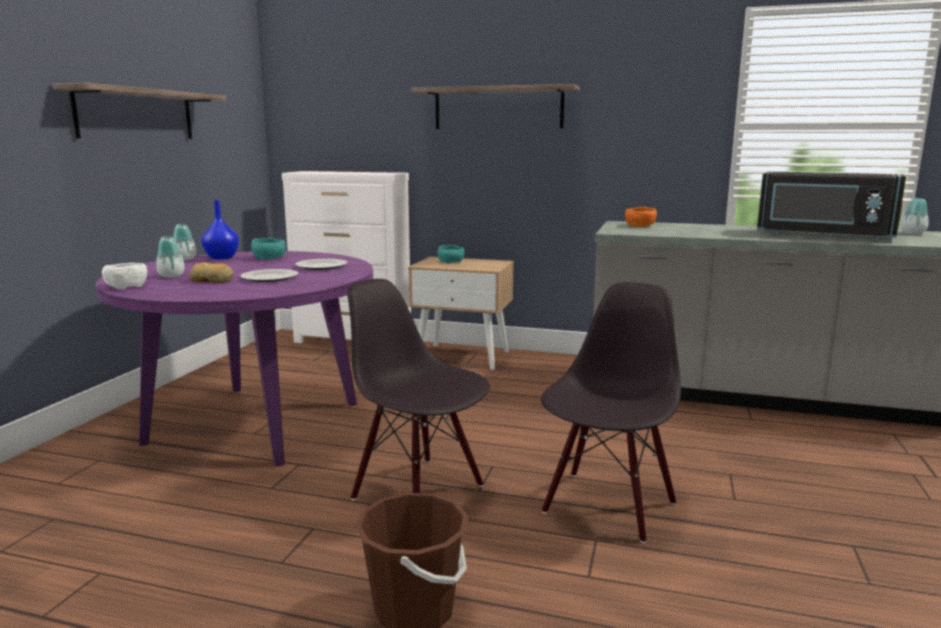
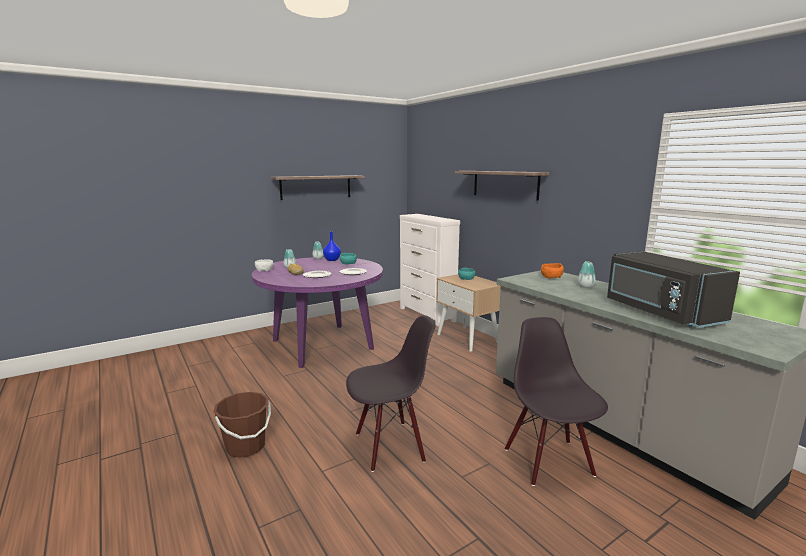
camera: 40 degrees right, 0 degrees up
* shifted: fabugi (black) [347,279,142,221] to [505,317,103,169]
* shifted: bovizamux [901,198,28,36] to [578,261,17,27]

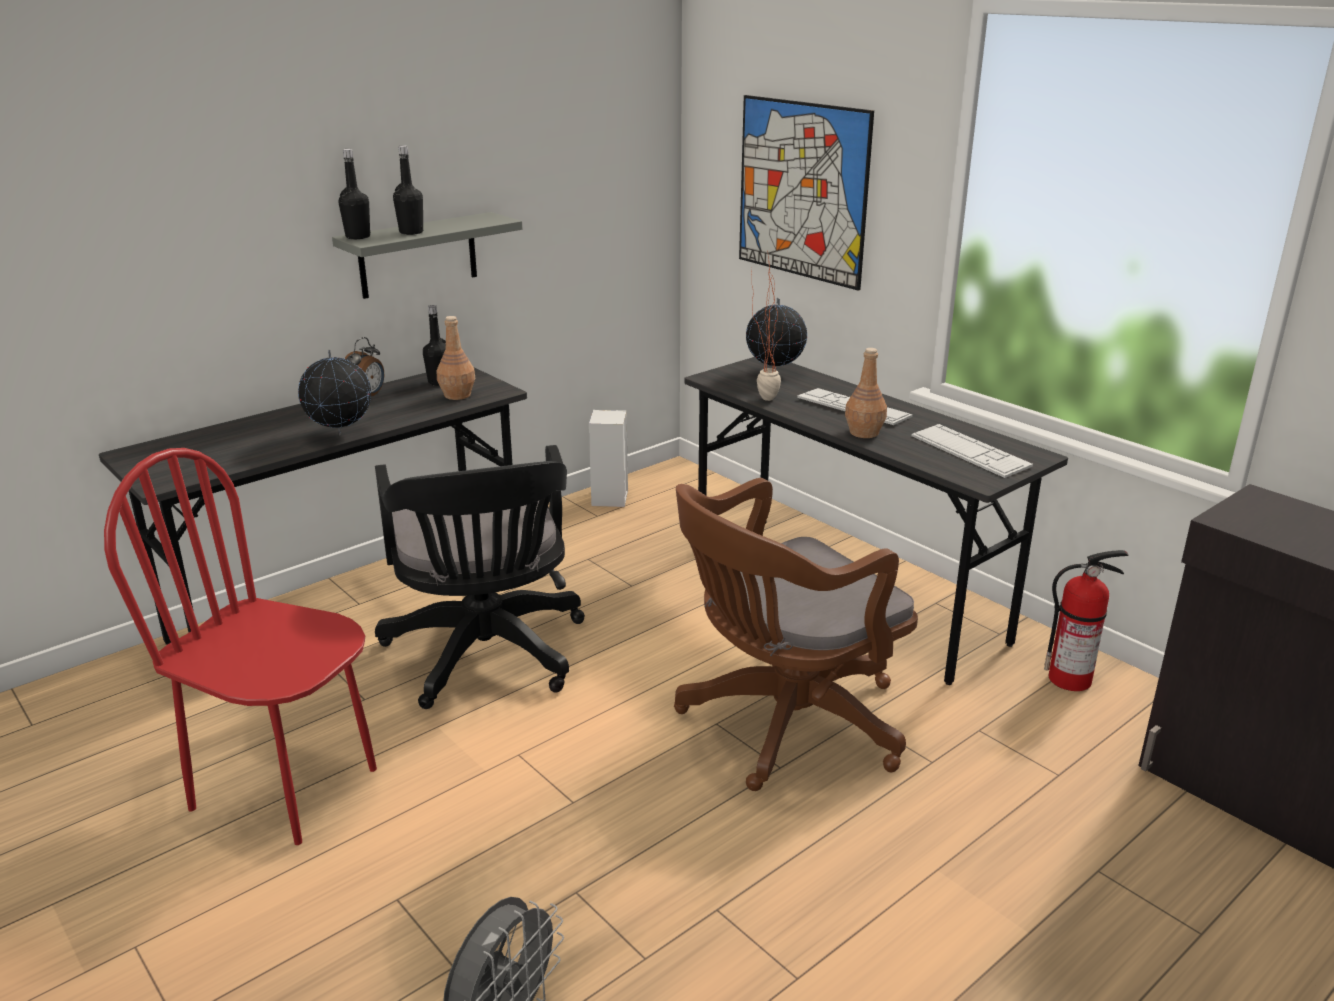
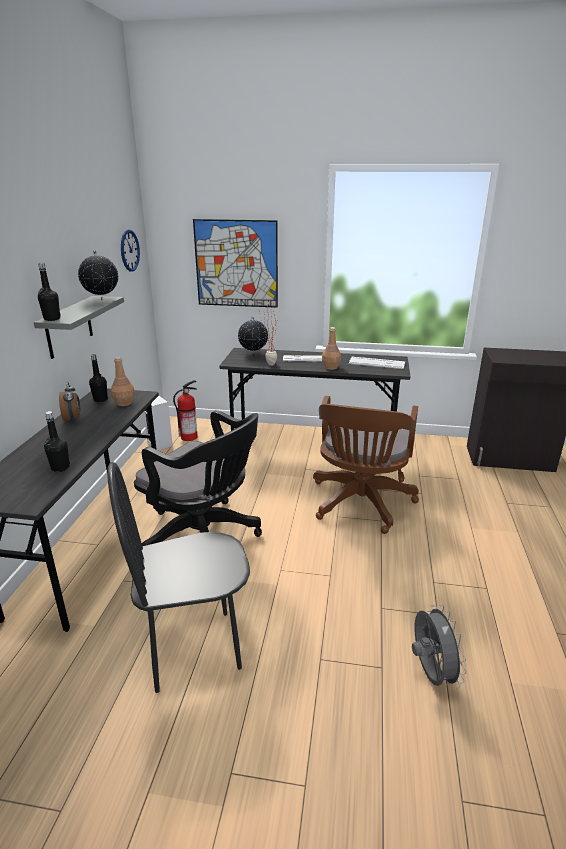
camera: 40 degrees left, 0 degrees up
* new: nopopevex [121,229,19,42]
* shifted: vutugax [298,350,73,85] to [78,251,40,49]
* shifted: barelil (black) [393,145,30,90] to [44,411,26,61]
* shifted: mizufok [1044,550,85,141] to [173,380,25,61]
* repainted: fabugi (red) [104,448,273,397] to fabugi (black) [107,462,143,231]

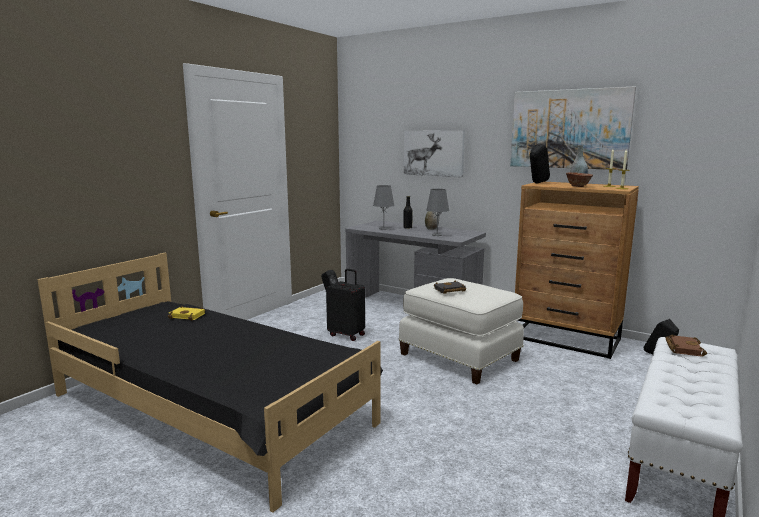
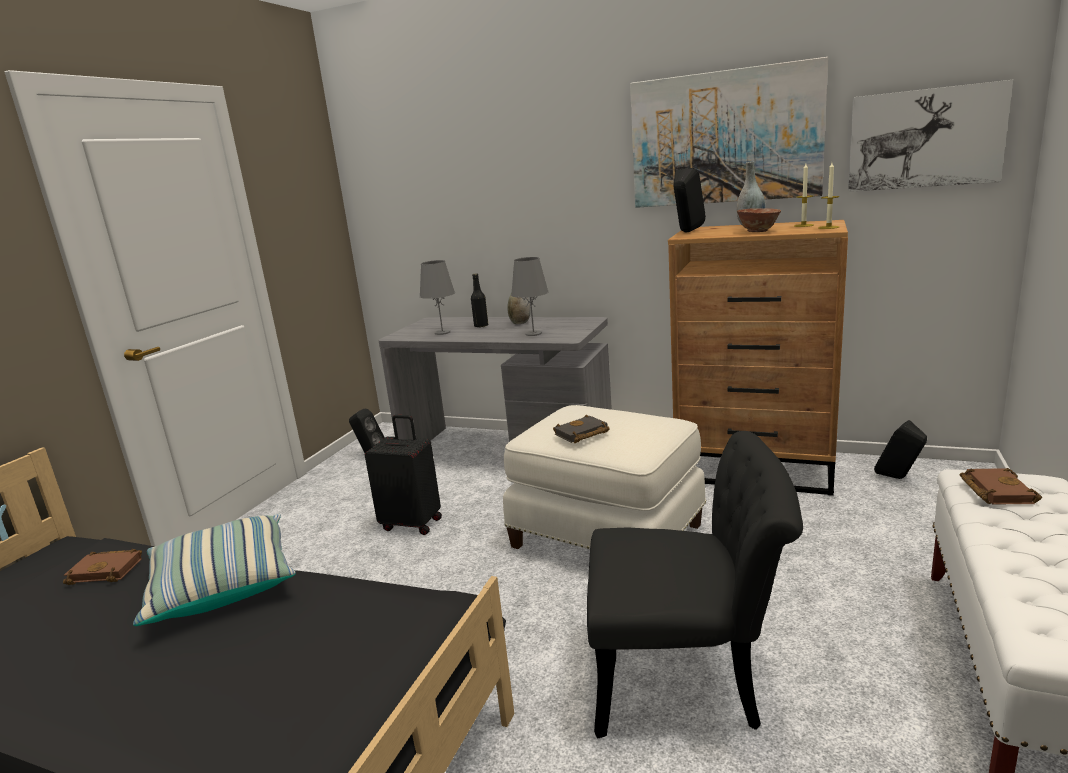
camera: 10 degrees left, 5 degrees up
* new: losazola [133,514,163,112]
* new: fabugi (black) [587,431,216,308]
* shifted: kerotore [404,130,61,47] to [848,80,165,112]
* repainted: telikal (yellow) [168,306,37,14] to telikal (brown) [63,549,79,36]

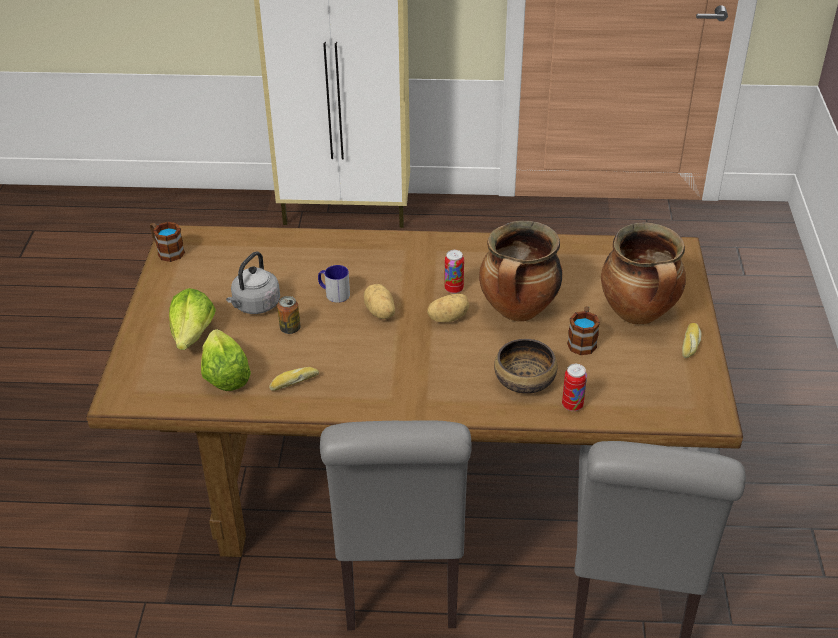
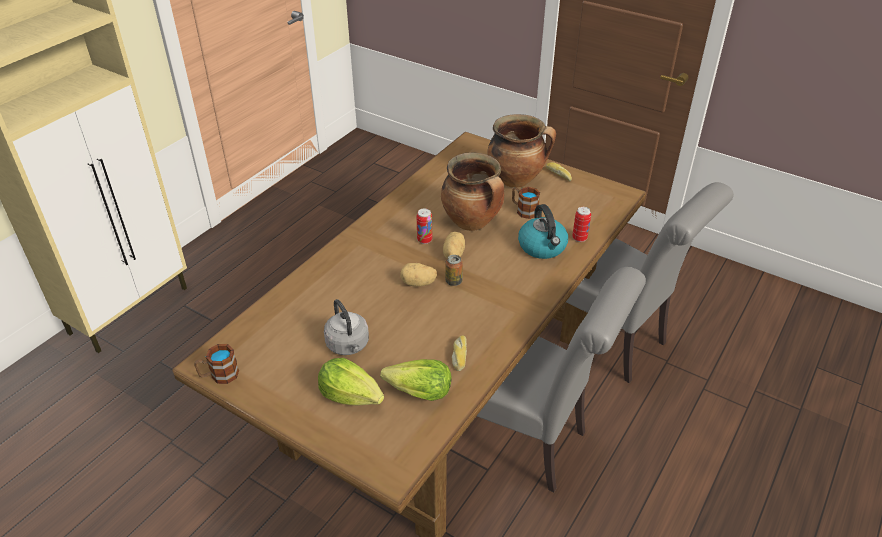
camera: 60 degrees left, 0 degrees up
* gone: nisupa [318,265,32,38]
* shifted: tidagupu [277,296,24,38] to [446,255,17,31]
* swapped: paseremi [494,339,63,55] to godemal [518,204,50,55]

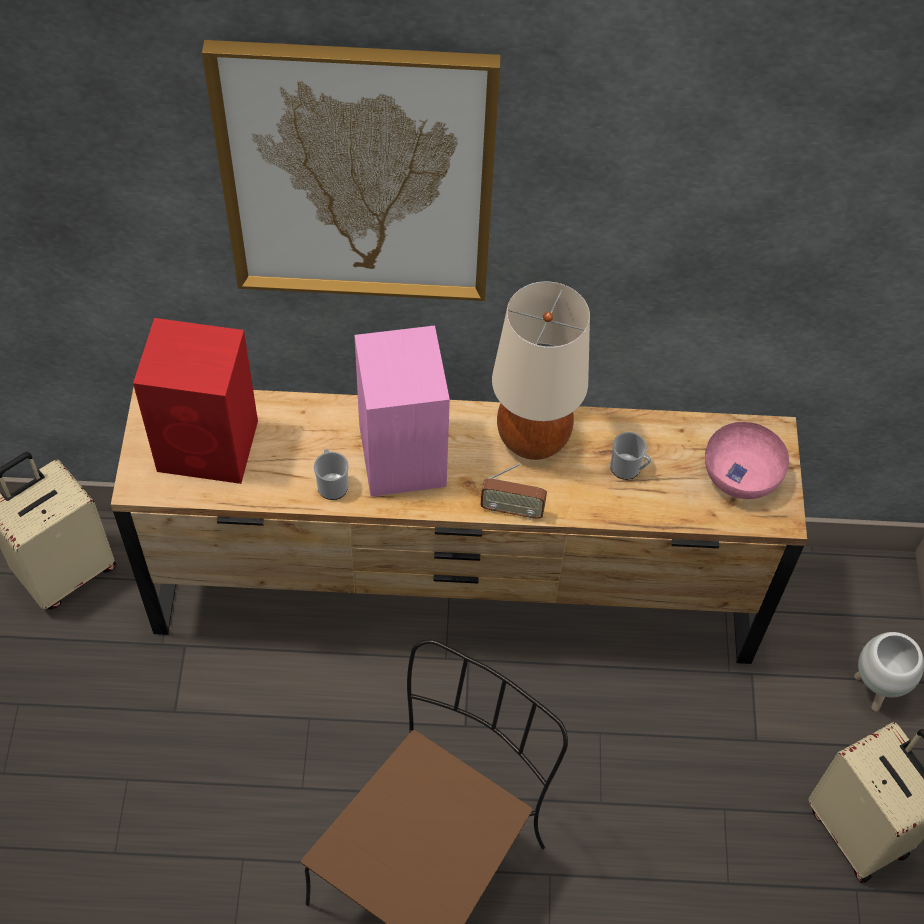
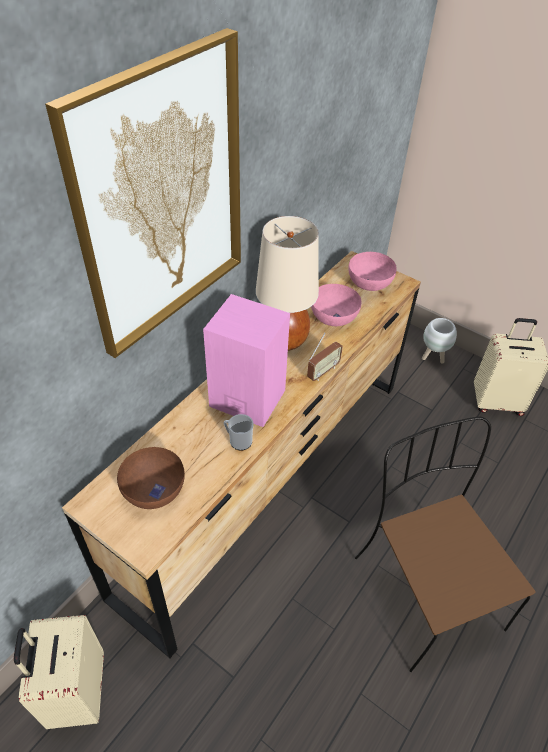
camera: 55 degrees left, 10 degrees down
* swapped: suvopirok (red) [133,318,125,166] to paseremi (brown) [117,447,68,62]
* swapped: nisupa [610,432,41,48] to paseremi (pink) [311,284,50,42]

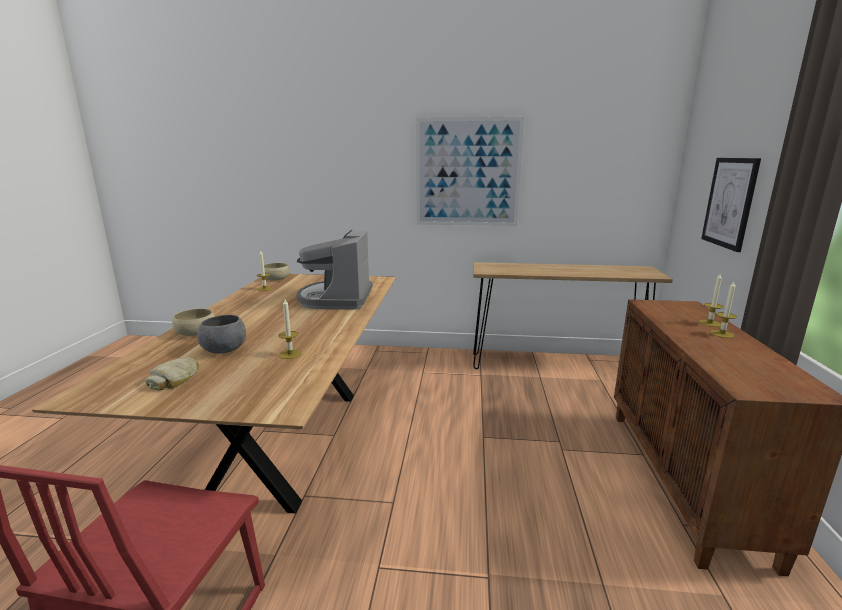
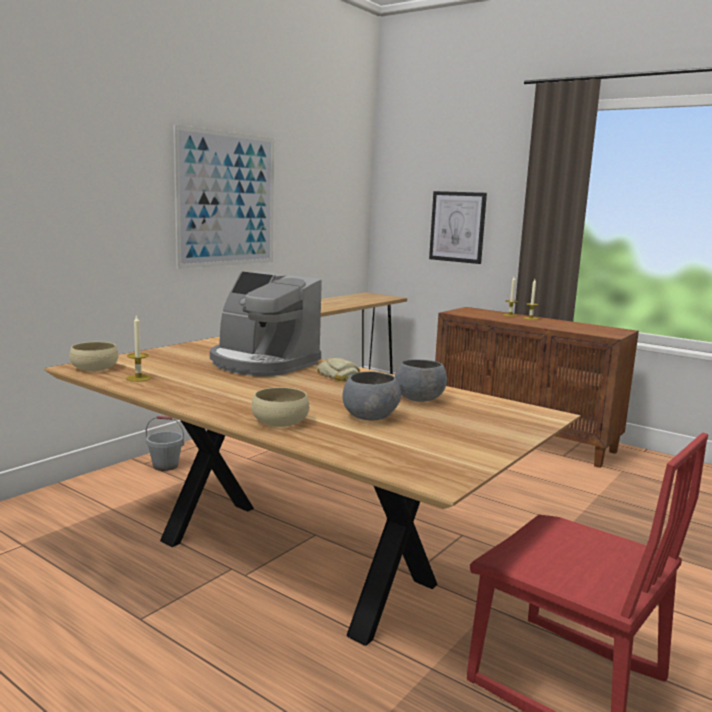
camera: 60 degrees left, 5 degrees down
* new: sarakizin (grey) [146,416,38,55]
* shifted: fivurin [145,357,54,33] to [317,358,43,23]
* swapped: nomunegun [278,299,24,60] to paseremi (grey) [395,359,52,43]

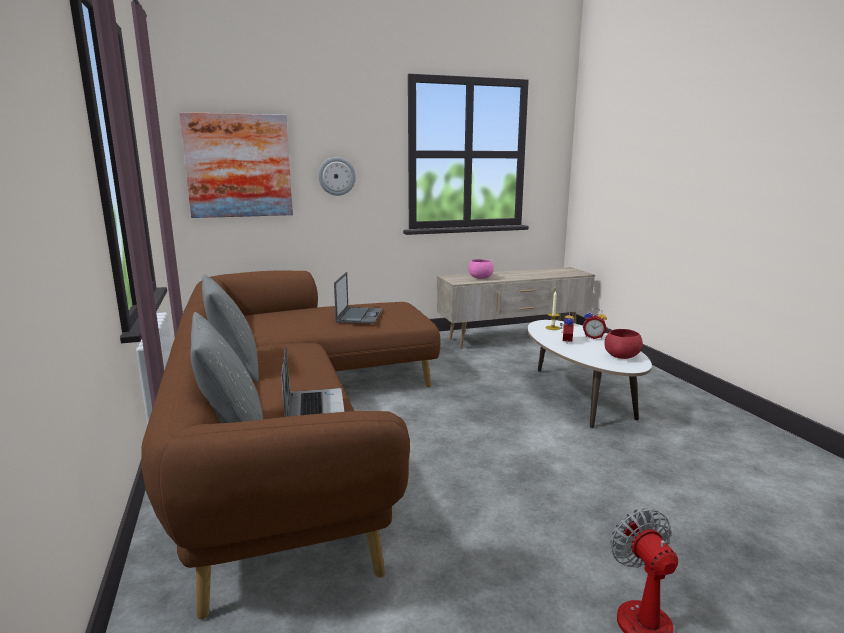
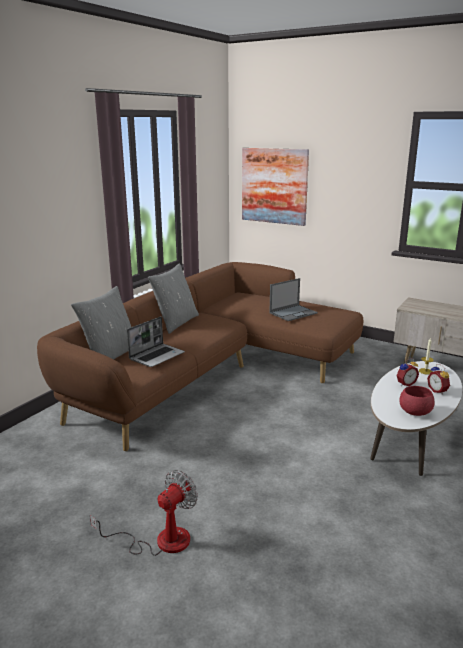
camera: 50 degrees right, 5 degrees up
* gone: nopopevex [318,157,38,39]
* gone: paseremi (pink) [468,259,26,20]

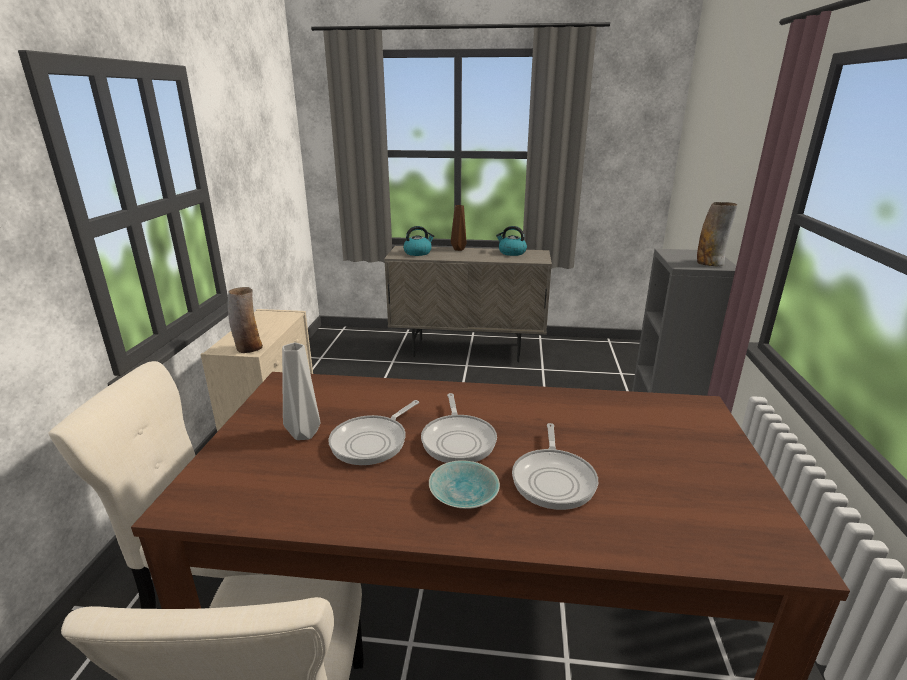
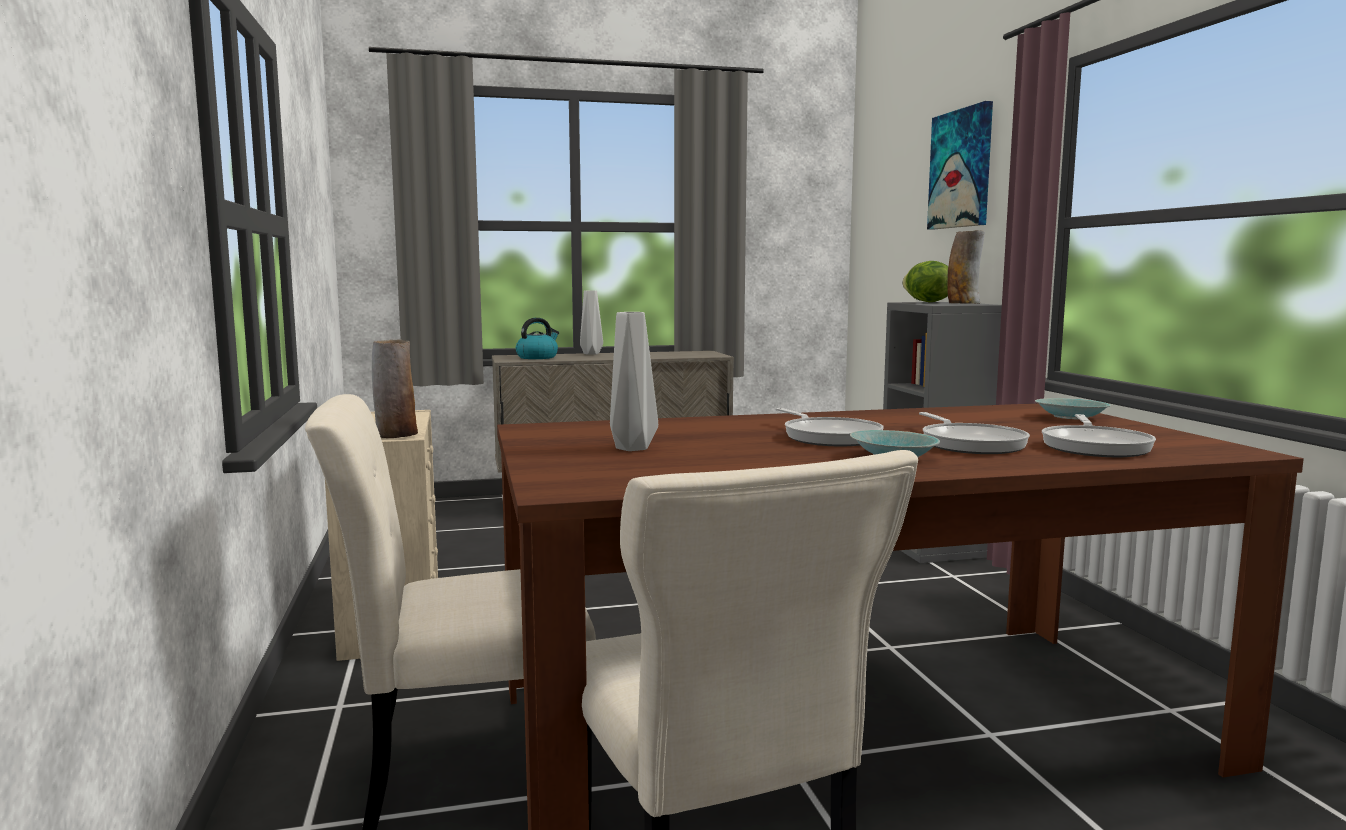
camera: 20 degrees left, 15 degrees down
* gone: godemal [496,226,31,30]
* new: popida [902,261,46,41]
* new: kerotore [927,101,66,128]
* new: paseremi (turquoise) [1035,398,76,22]
* shifted: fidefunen [328,400,91,65] to [1042,414,114,43]
* repainted: bovizamux (brown) [451,205,15,46] to bovizamux (grey) [580,290,23,65]

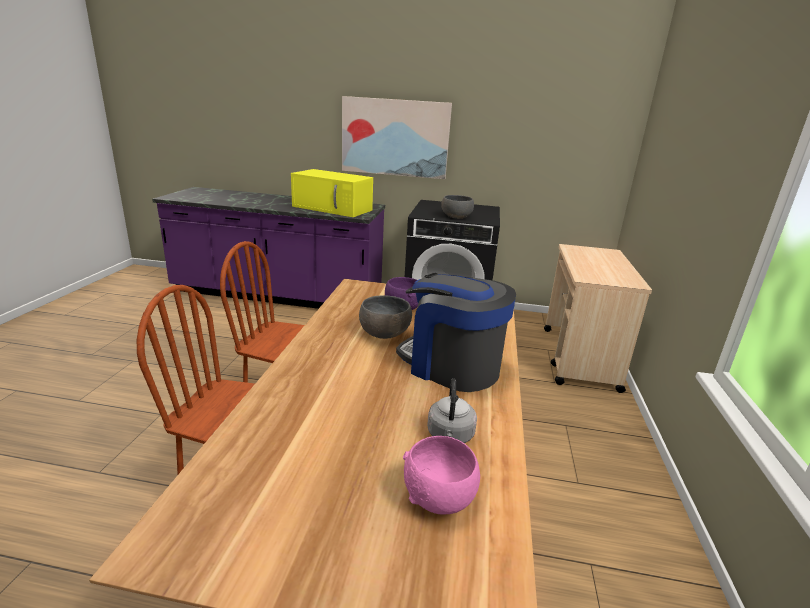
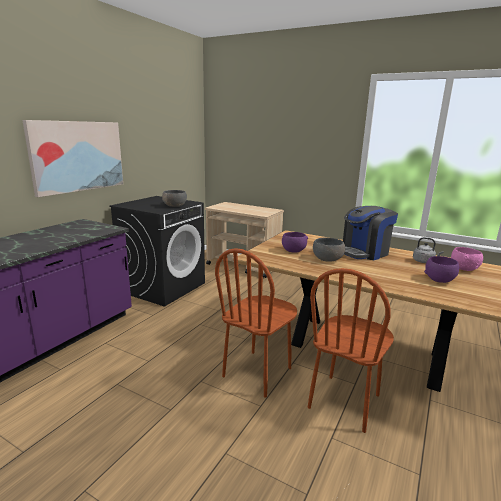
camera: 70 degrees left, 5 degrees down
* gone: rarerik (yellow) [291,169,82,48]
* new: paseremi (purple) [424,256,35,27]

